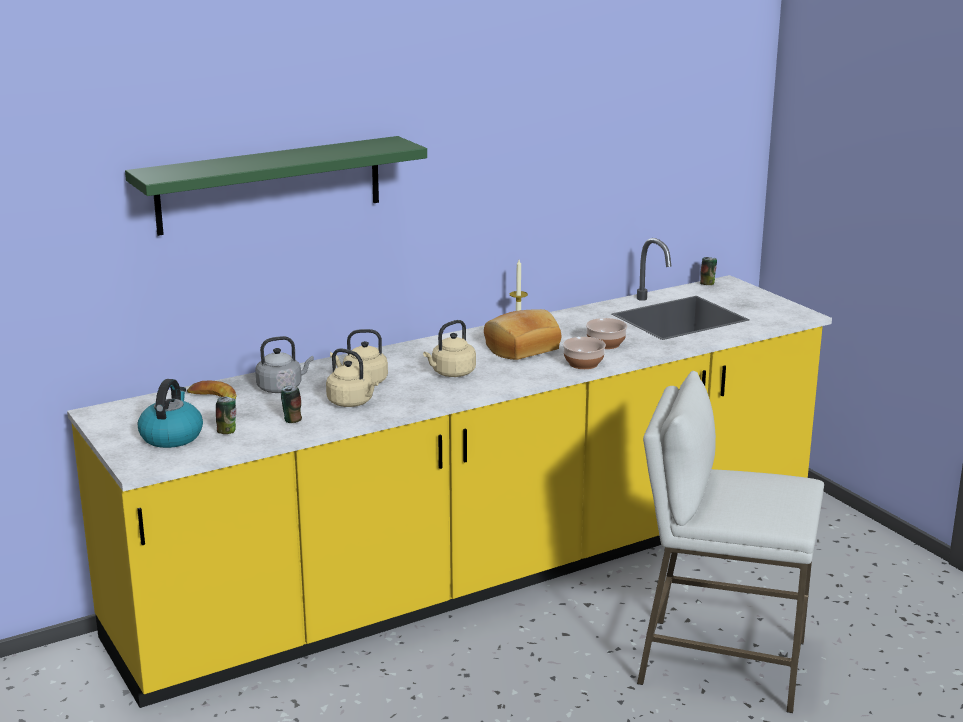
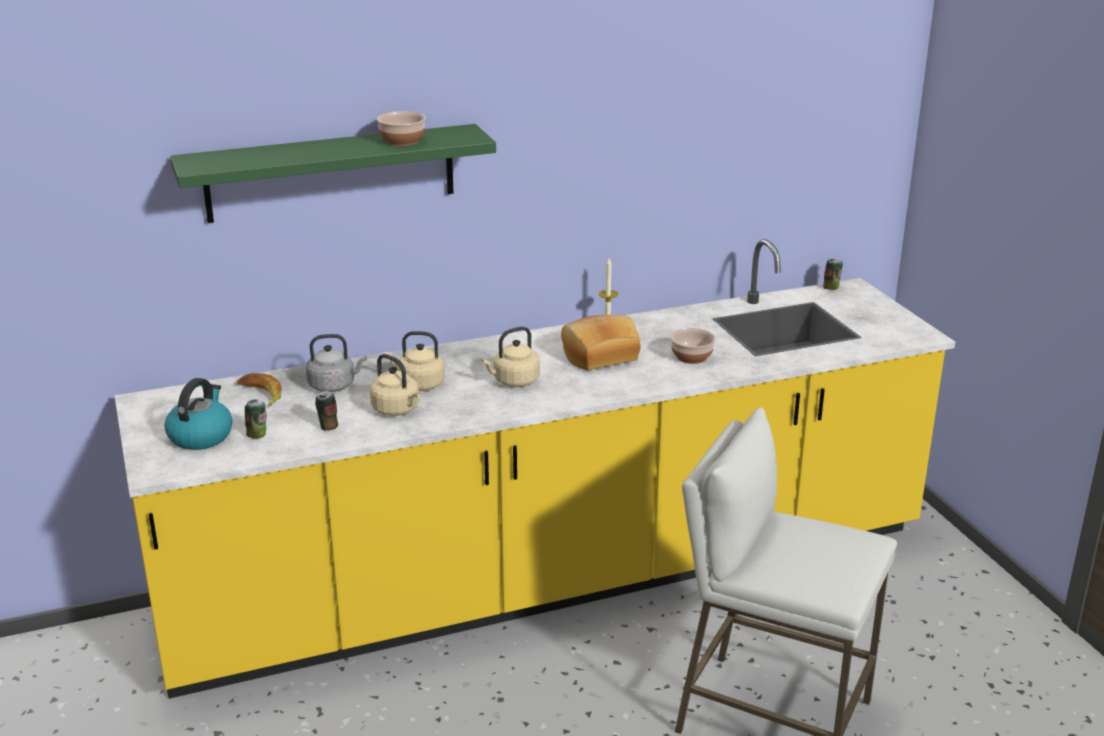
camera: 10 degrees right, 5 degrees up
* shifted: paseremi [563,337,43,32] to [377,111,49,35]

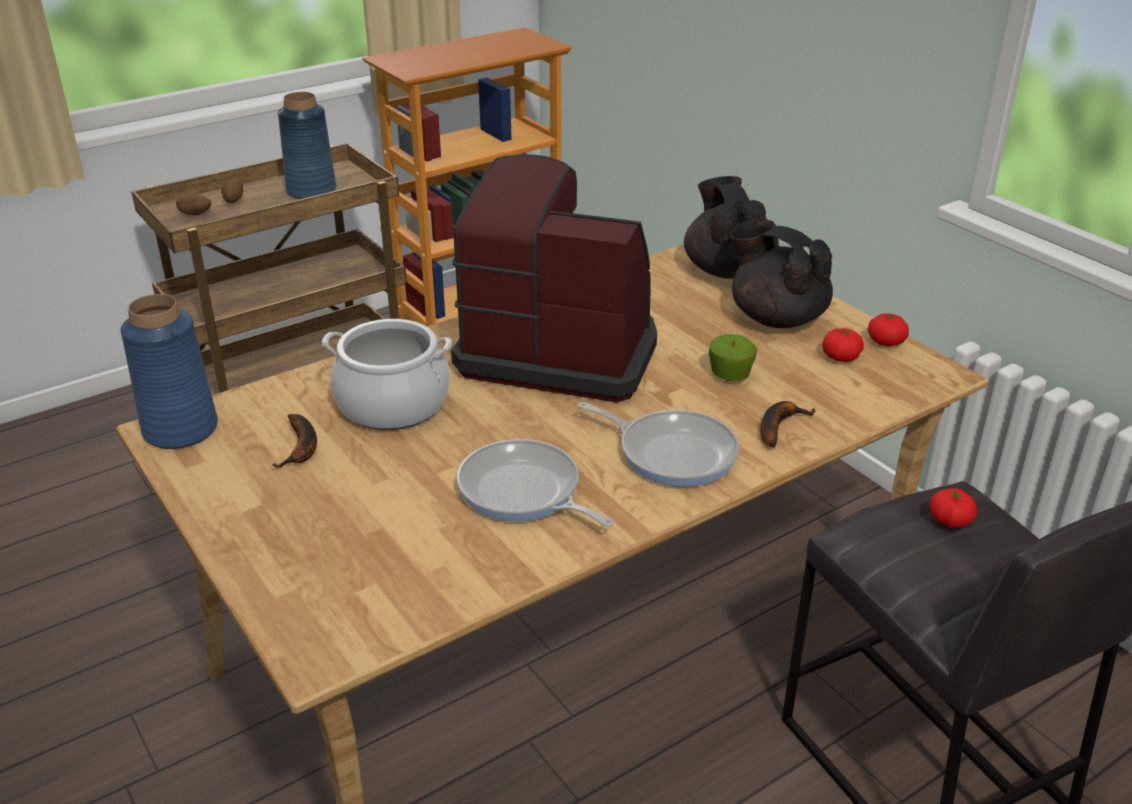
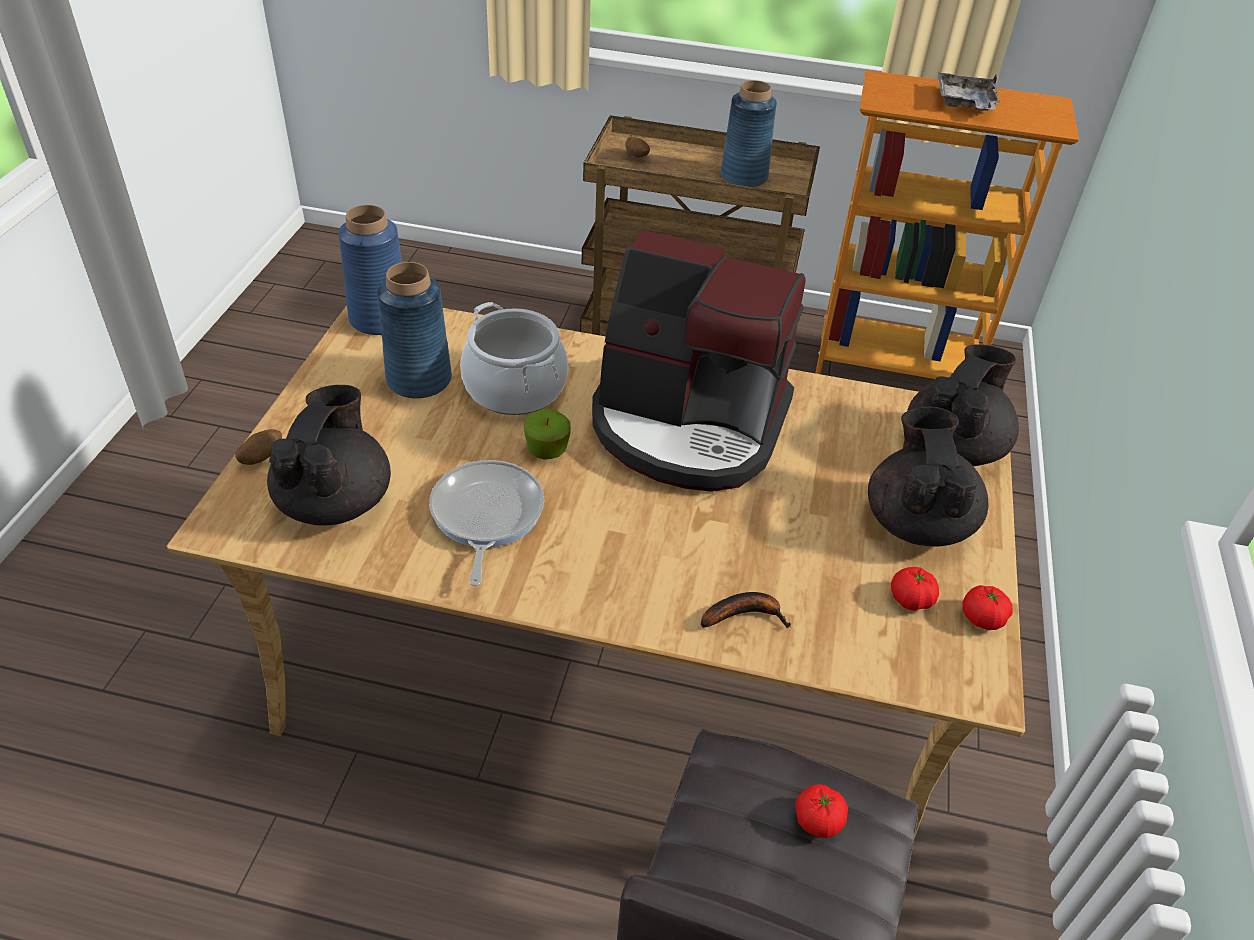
camera: 45 degrees right, 10 degrees up
* gone: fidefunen [578,402,161,85]
* new: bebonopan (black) [267,385,124,141]
* new: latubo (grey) [938,72,62,39]
* shifted: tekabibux [221,178,22,25] to [235,429,47,36]
* shifted: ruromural [709,334,48,48] to [524,409,47,51]
* swapped: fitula [272,414,45,54] to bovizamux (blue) [378,262,74,137]
* rotated: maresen [451,154,206,248] = [592,230,214,262] 135 degrees clockwise

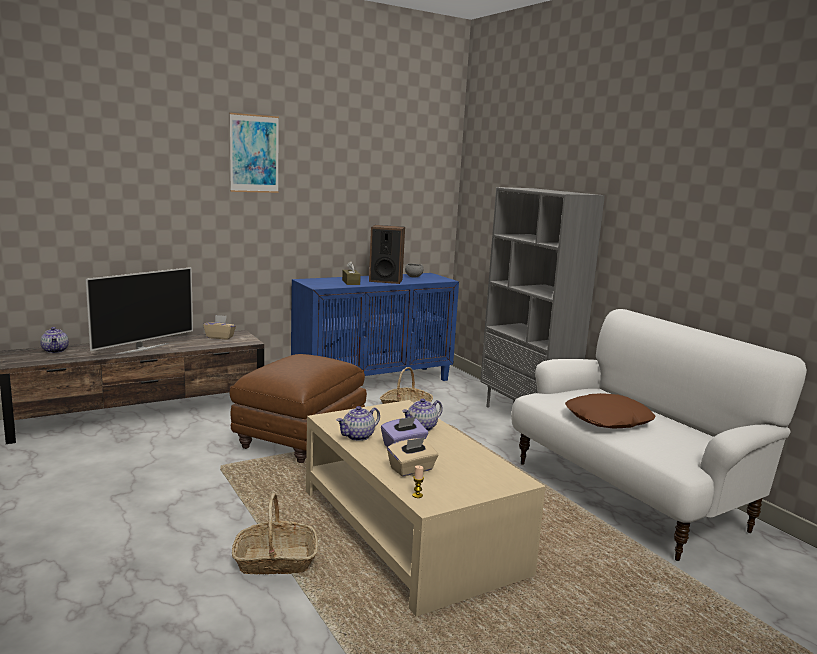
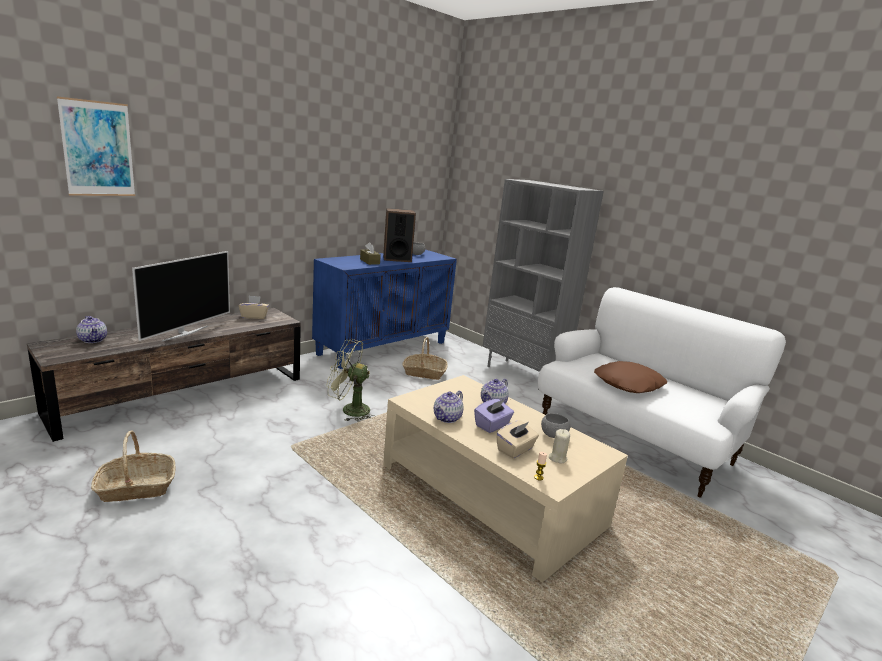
camera: 15 degrees left, 5 degrees up
* new: paseremi (grey) [541,413,29,25]
* new: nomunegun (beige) [549,429,21,35]
* shifted: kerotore [230,113,49,80] to [57,97,78,99]
* shifted: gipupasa [232,493,86,82] to [91,431,84,71]
* swapped: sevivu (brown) [230,354,137,109] to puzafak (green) [327,339,49,83]

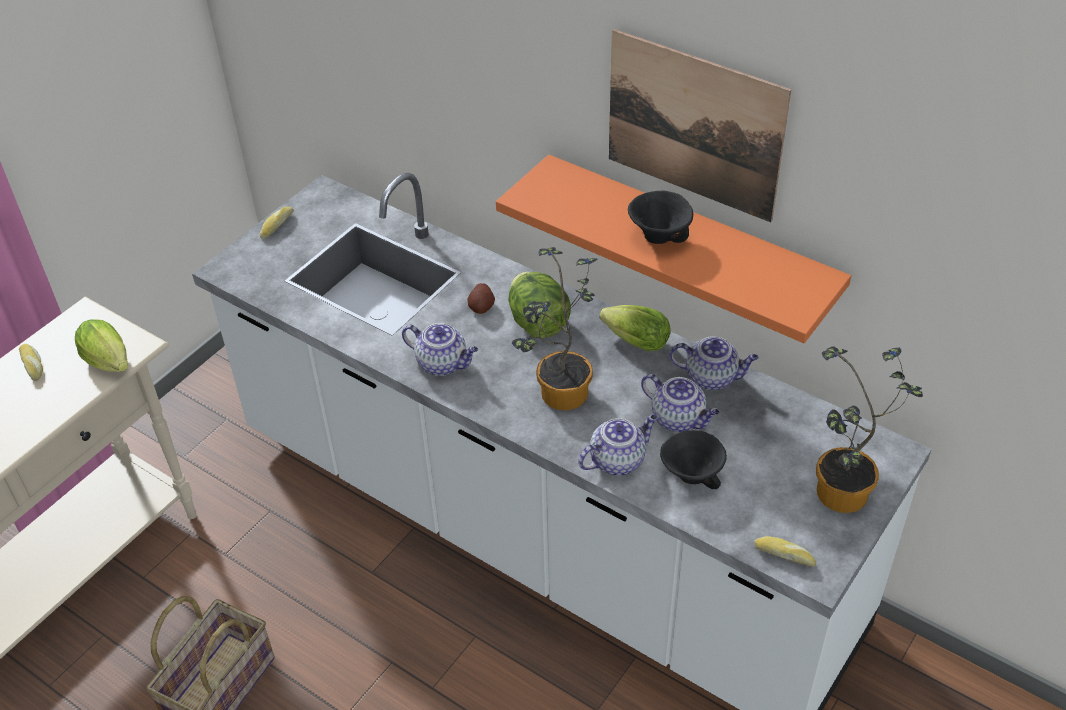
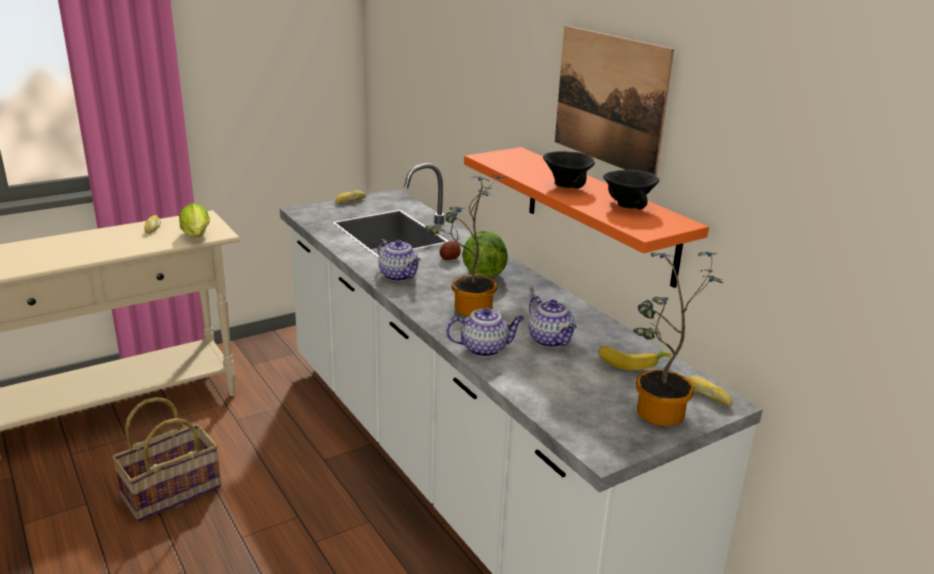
camera: 20 degrees right, 20 degrees down
* gone: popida [599,305,72,46]
* gone: bebonopan [670,336,89,54]
* new: fitula [598,346,73,24]
* shifted: paseremi (black) [660,430,67,59] to [603,170,56,40]
* shifted: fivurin [754,536,62,31] to [687,376,46,31]

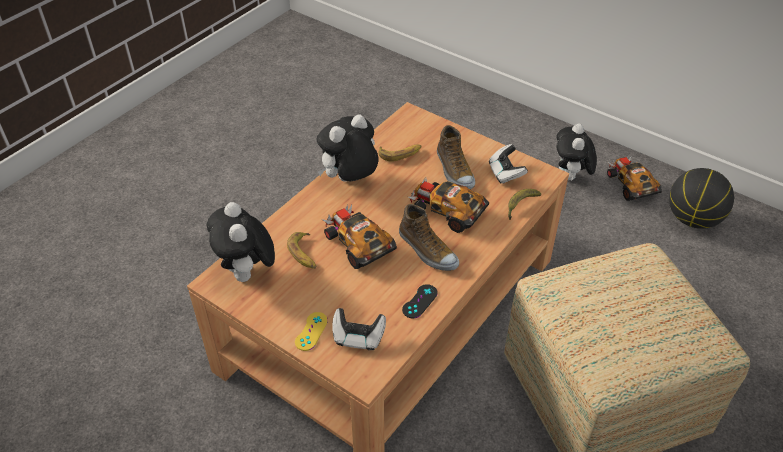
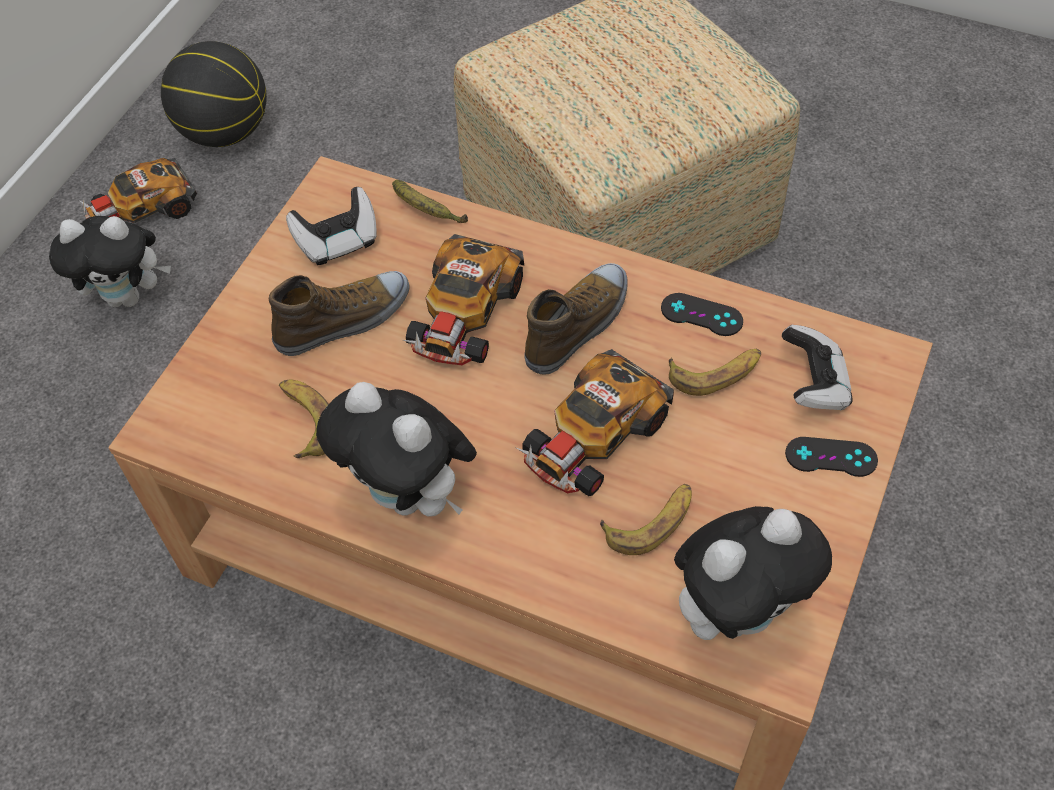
camera: 100 degrees left, 10 degrees up
* new: fitula [669,348,92,48]
* repainted: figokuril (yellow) [295,312,33,39] to figokuril (black) [785,437,93,40]

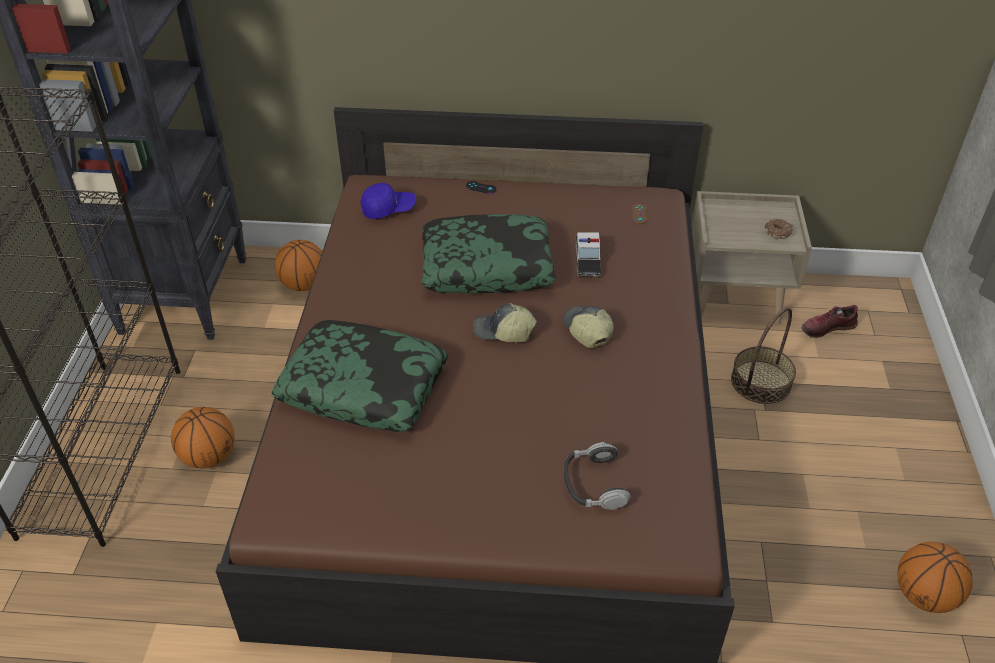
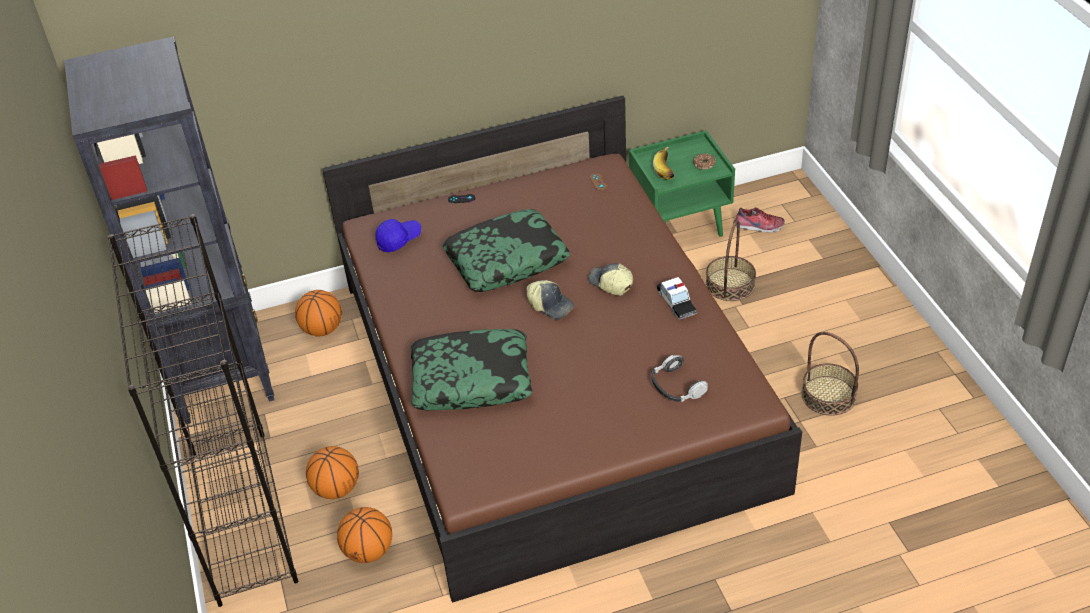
camera: 20 degrees left, 0 degrees up
* new: fitula [653,147,22,33]
* new: gipupasa [802,332,57,84]
* shifted: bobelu [575,232,27,45] to [657,277,40,43]
* shifted: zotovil [898,542,74,71] to [337,507,55,56]
* repainted: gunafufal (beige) [691,191,121,133] to gunafufal (green) [629,130,106,107]
* rotated: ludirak [473,303,64,40] = [526,280,48,39] 135 degrees counterclockwise
* rotated: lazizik [801,305,57,33] = [734,207,51,26] 135 degrees counterclockwise

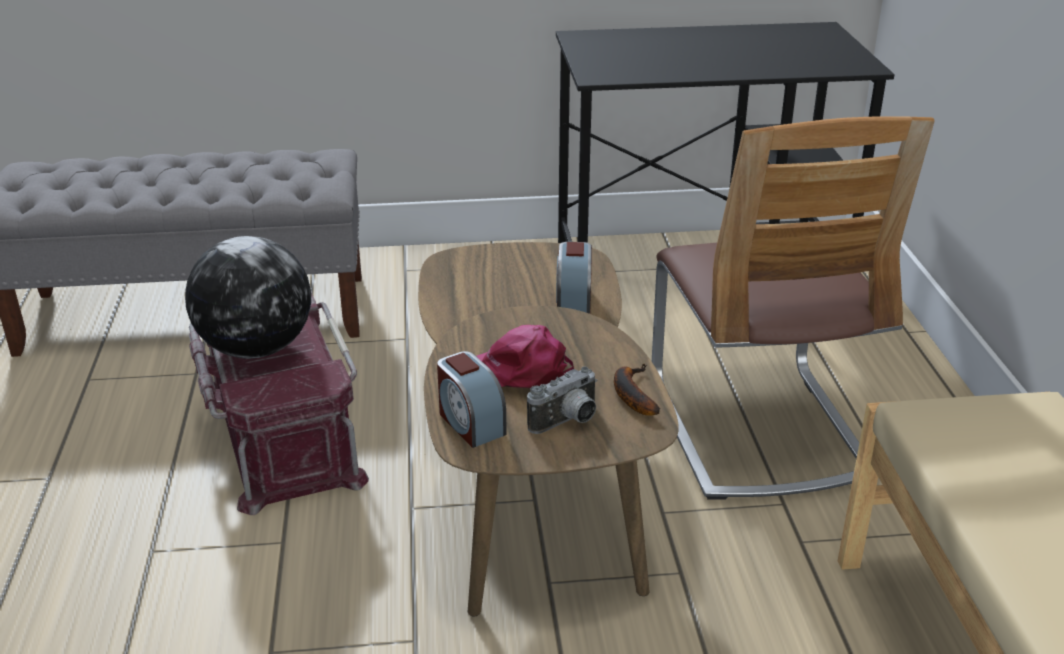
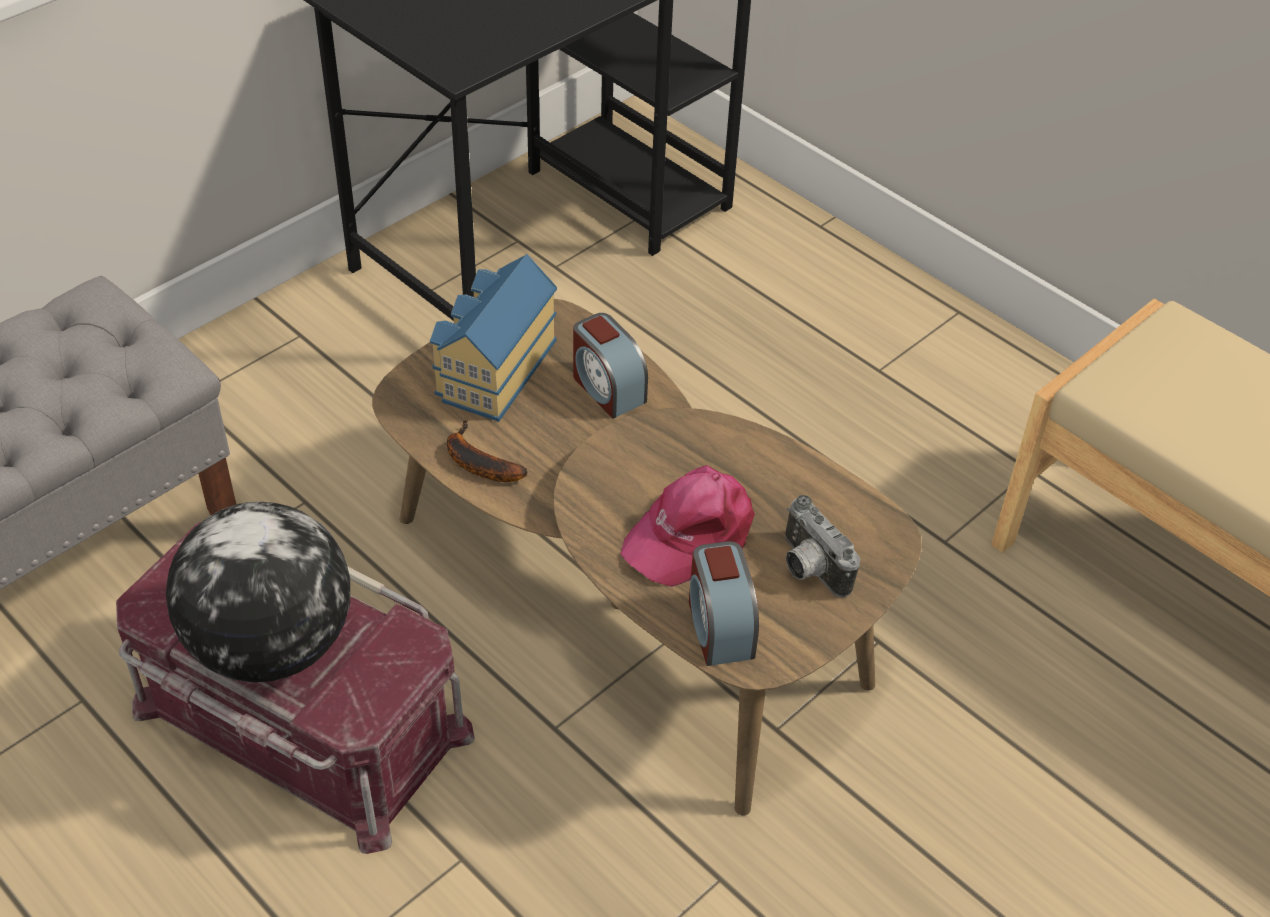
camera: 40 degrees left, 15 degrees up
* gone: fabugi [652,116,283,384]
* new: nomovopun [430,254,127,168]
* shifted: fitula [614,364,46,52] to [447,419,80,63]
* rotated: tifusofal [437,351,70,97] = [689,541,70,125] 60 degrees clockwise
* rotated: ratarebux [527,366,70,68] = [785,495,75,103] 135 degrees clockwise

